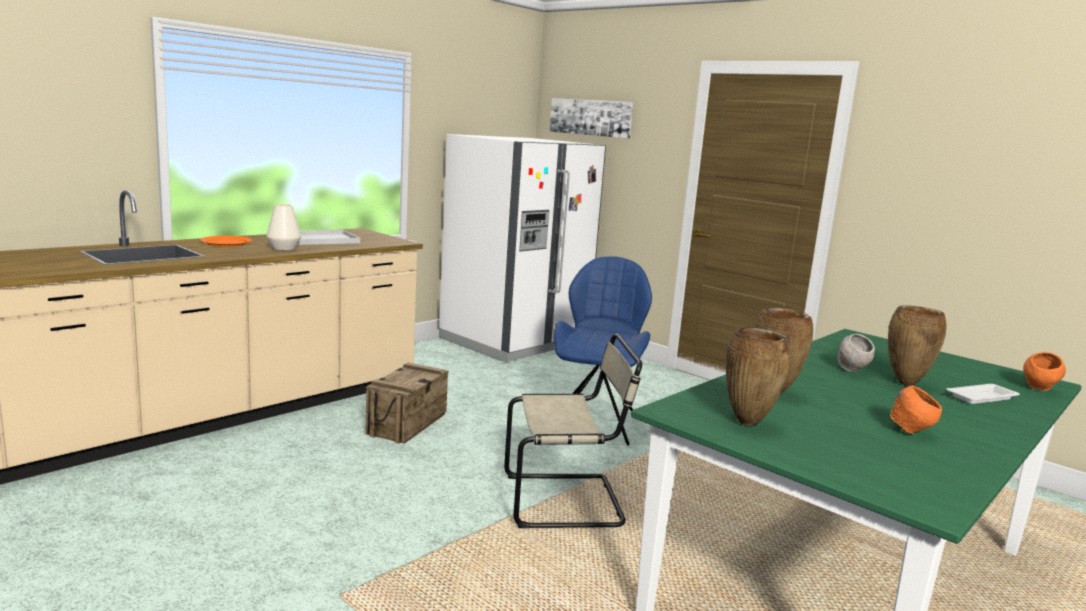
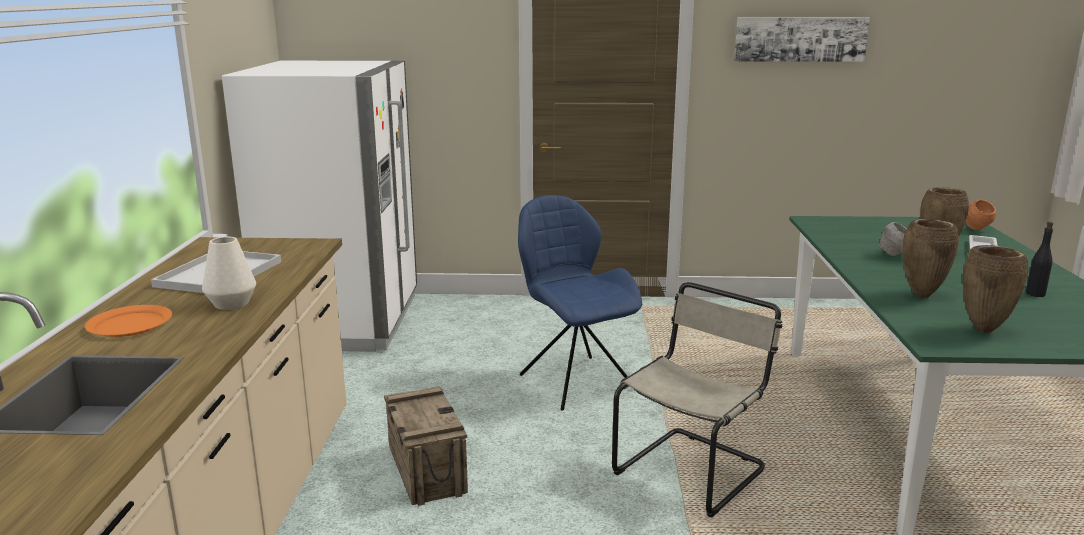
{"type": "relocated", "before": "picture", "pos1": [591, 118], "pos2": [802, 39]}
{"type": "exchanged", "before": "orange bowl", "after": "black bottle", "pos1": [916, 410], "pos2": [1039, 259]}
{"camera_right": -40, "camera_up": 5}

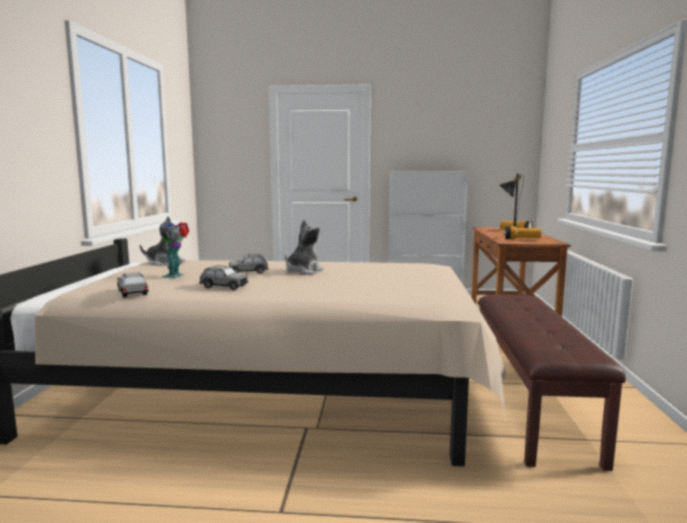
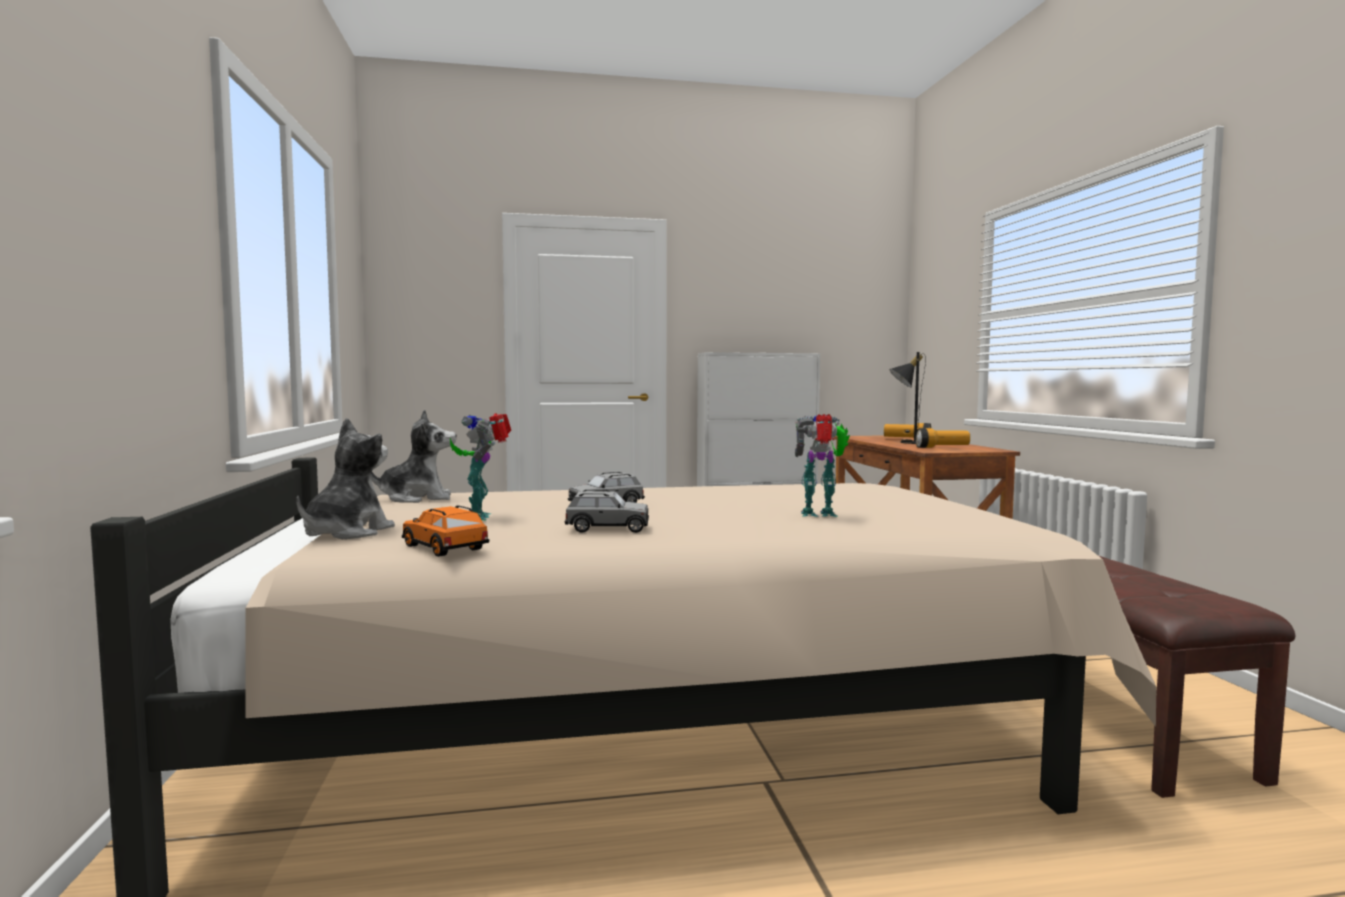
{"type": "colour", "before": "grey toy car", "after": "orange toy car", "pos1": [133, 284], "pos2": [446, 531]}
{"type": "relocated", "before": "plush toy", "pos1": [304, 247], "pos2": [345, 478]}
{"type": "appeared", "after": "toy robot", "pos2": [822, 465]}
{"camera_right": -15, "camera_up": -5}

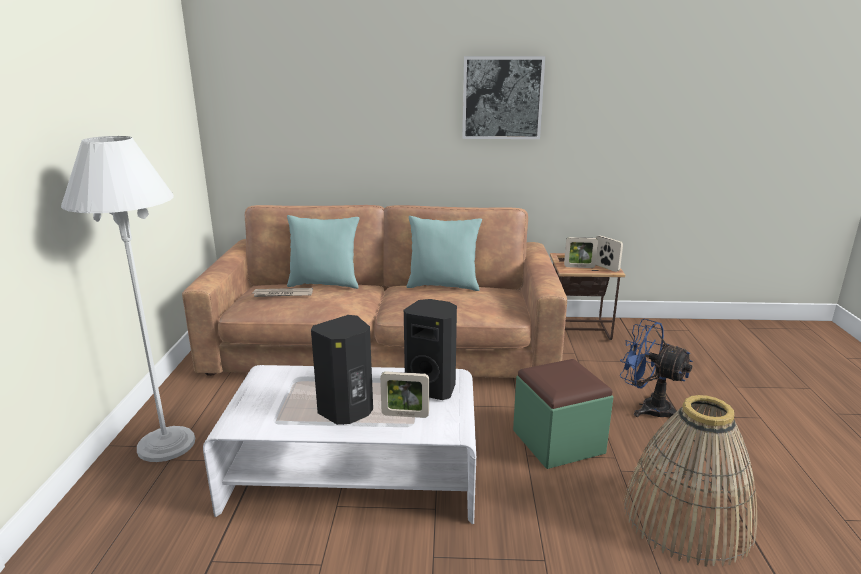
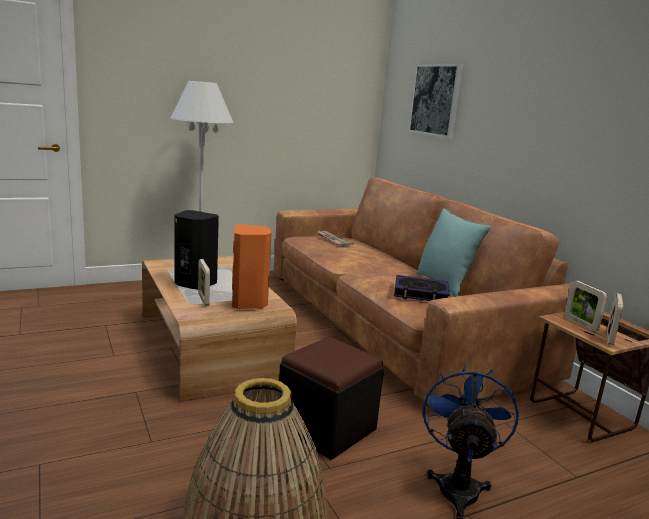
{"type": "colour", "before": "white coffee table", "after": "brown coffee table", "pos1": [339, 444], "pos2": [219, 328]}
{"type": "missing", "before": "turquoise pillow", "pos1": [323, 252]}
{"type": "colour", "before": "black speaker", "after": "orange speaker", "pos1": [430, 349], "pos2": [252, 266]}
{"type": "relocated", "before": "picture", "pos1": [503, 97], "pos2": [435, 101]}
{"type": "colour", "before": "green ottoman", "after": "black ottoman", "pos1": [563, 414], "pos2": [331, 398]}
{"type": "appeared", "after": "book", "pos2": [422, 288]}
{"camera_right": 60, "camera_up": -5}

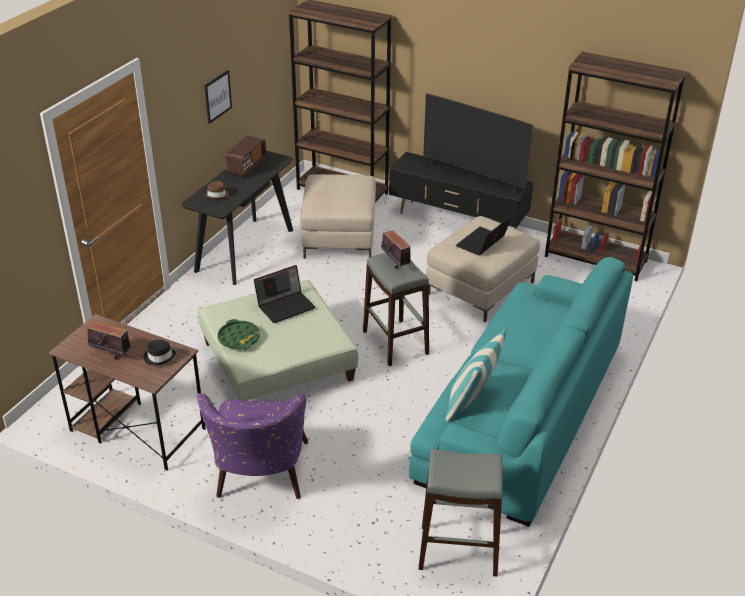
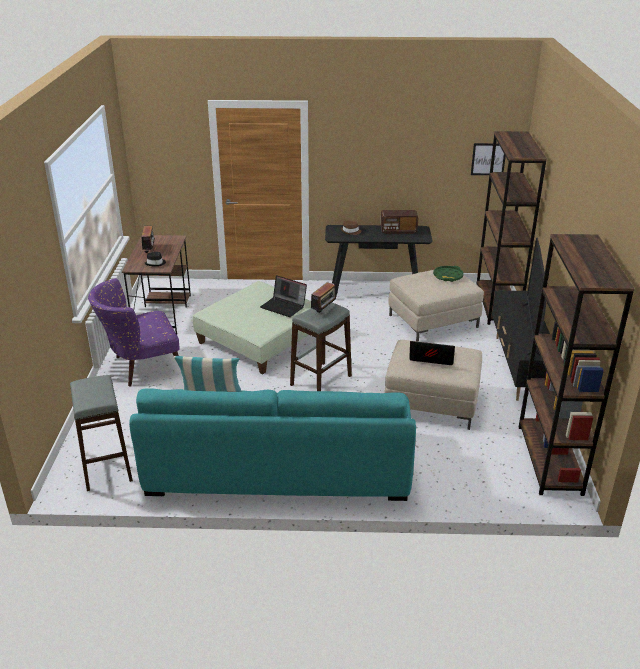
{"type": "relocated", "before": "picture", "pos1": [218, 97], "pos2": [488, 159]}
{"type": "relocated", "before": "green tray", "pos1": [239, 334], "pos2": [448, 274]}
{"camera_right": 65, "camera_up": -5}

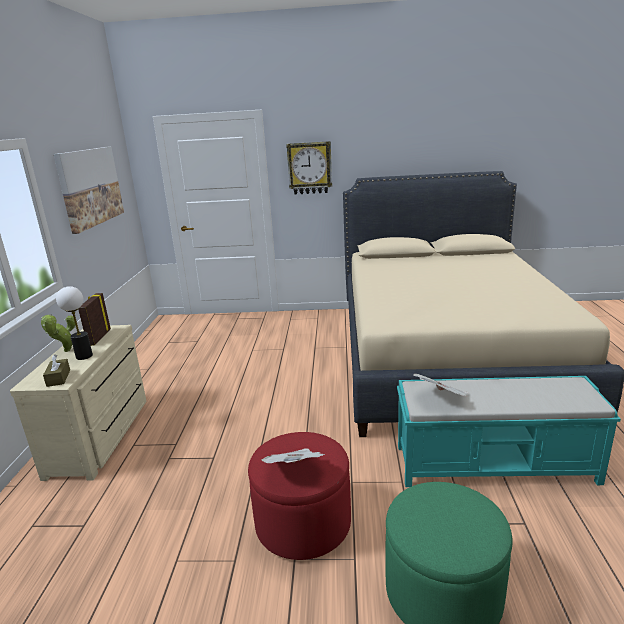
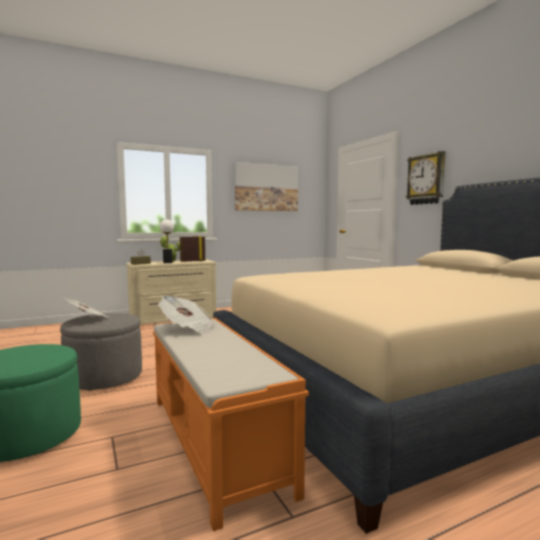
{"type": "colour", "before": "red ottoman", "after": "grey ottoman", "pos1": [299, 496], "pos2": [101, 352]}
{"type": "colour", "before": "turquoise bench", "after": "orange bench", "pos1": [509, 431], "pos2": [231, 424]}
{"camera_right": 60, "camera_up": -15}

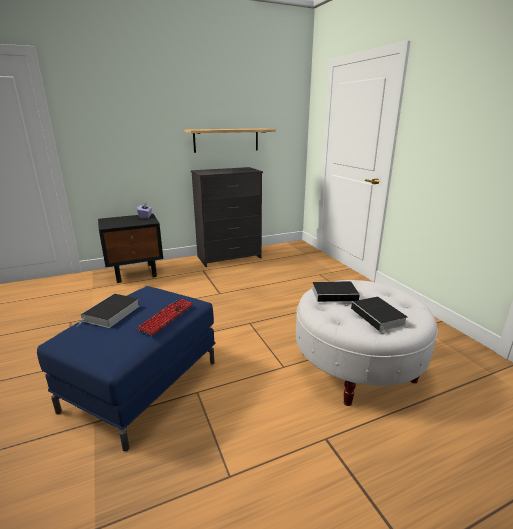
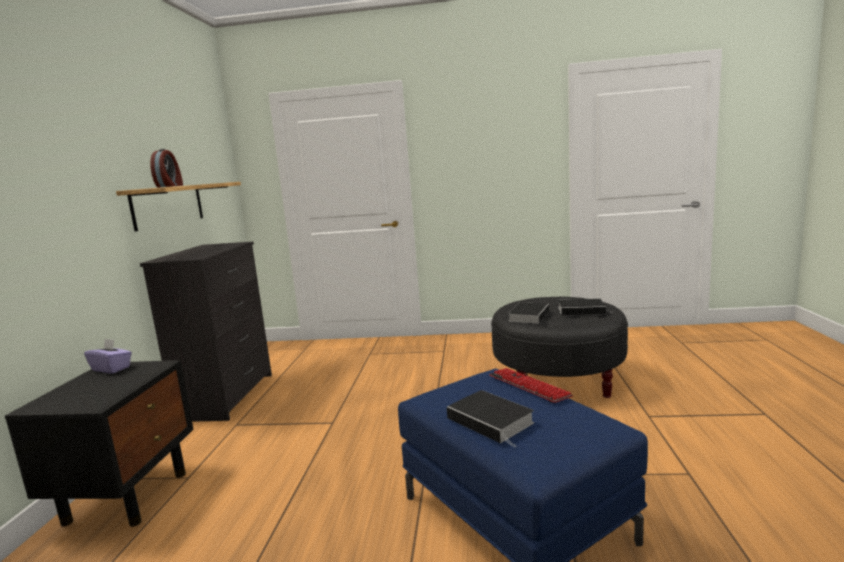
{"type": "colour", "before": "white ottoman", "after": "black ottoman", "pos1": [367, 343], "pos2": [559, 347]}
{"type": "appeared", "after": "alarm clock", "pos2": [166, 168]}
{"camera_right": -60, "camera_up": -10}

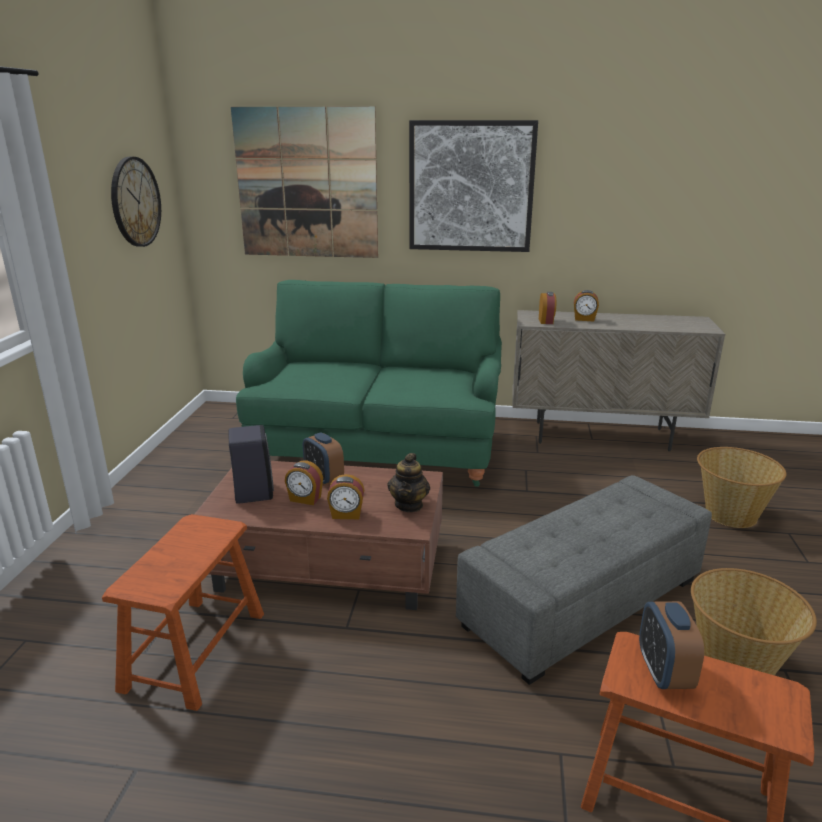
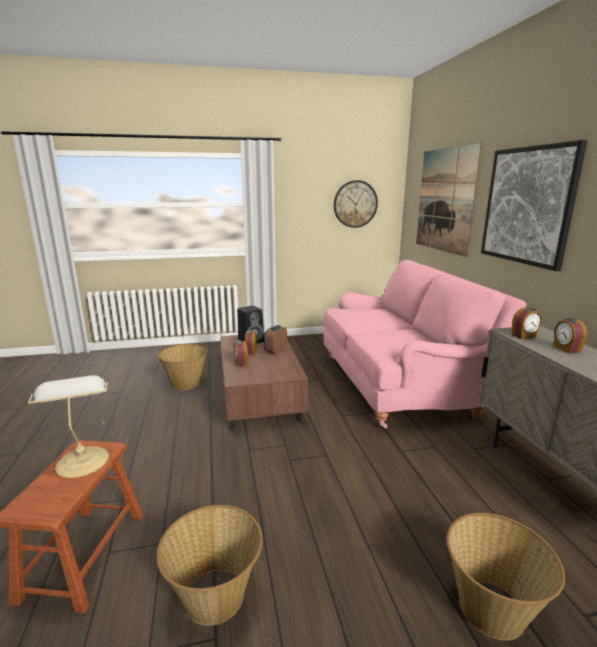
{"type": "exchanged", "before": "brown stool", "after": "basket", "pos1": [183, 612], "pos2": [183, 367]}
{"type": "colour", "before": "green sofa", "after": "pink sofa", "pos1": [369, 383], "pos2": [424, 344]}
{"type": "missing", "before": "teapot", "pos1": [408, 482]}
{"type": "missing", "before": "grey ottoman", "pos1": [584, 580]}
{"type": "exchanged", "before": "alarm clock", "after": "table lamp", "pos1": [671, 645], "pos2": [68, 426]}
{"camera_right": 70, "camera_up": -5}

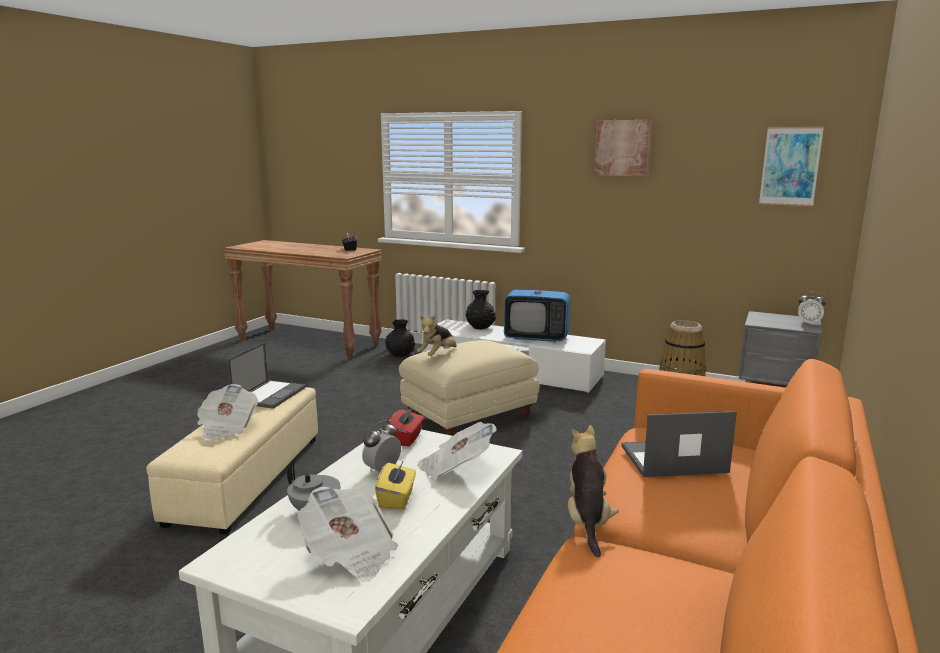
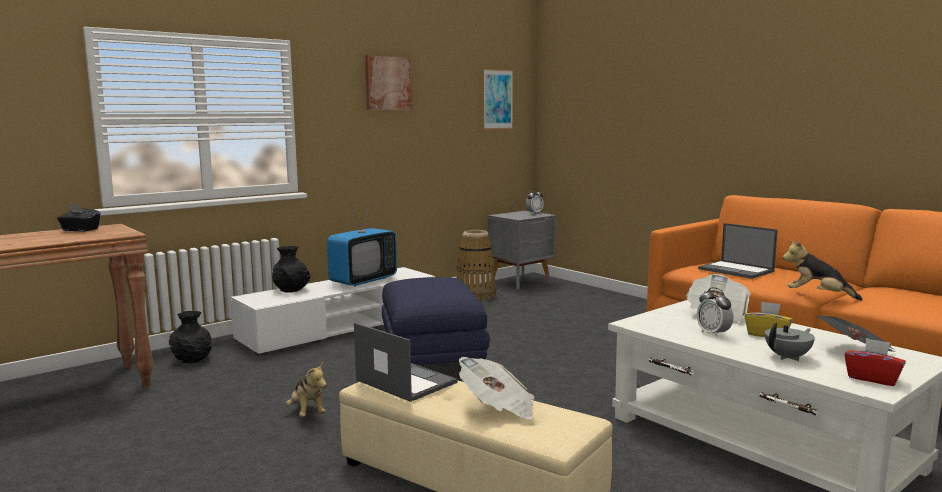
{"type": "relocated", "before": "red tissue box", "pos1": [405, 426], "pos2": [875, 362]}
{"type": "colour", "before": "beige ottoman", "after": "blue ottoman", "pos1": [469, 388], "pos2": [436, 321]}
{"type": "relocated", "before": "plush toy", "pos1": [436, 335], "pos2": [306, 389]}
{"type": "spun", "before": "laptop", "pos1": [679, 444], "pos2": [738, 251], "turn": -60}
{"camera_right": -65, "camera_up": -5}

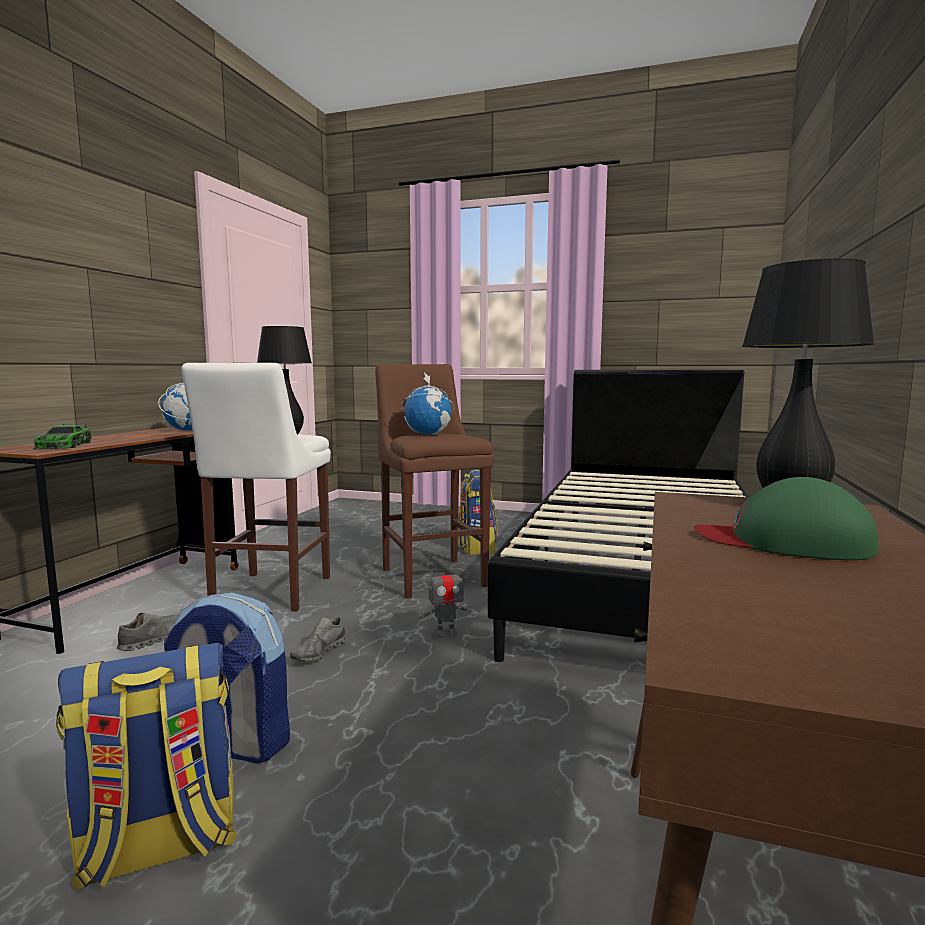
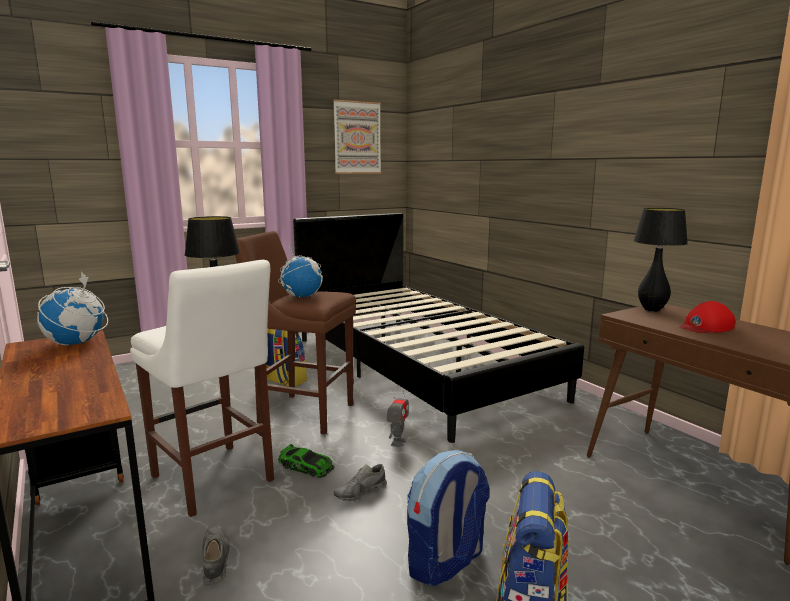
{"type": "relocated", "before": "toy car", "pos1": [62, 436], "pos2": [306, 461]}
{"type": "spun", "before": "grey shoe", "pos1": [318, 639], "pos2": [360, 482], "turn": 75}
{"type": "colour", "before": "green cap", "after": "red cap", "pos1": [786, 518], "pos2": [707, 317]}
{"type": "appeared", "after": "picture", "pos2": [357, 137]}
{"camera_right": -50, "camera_up": 5}

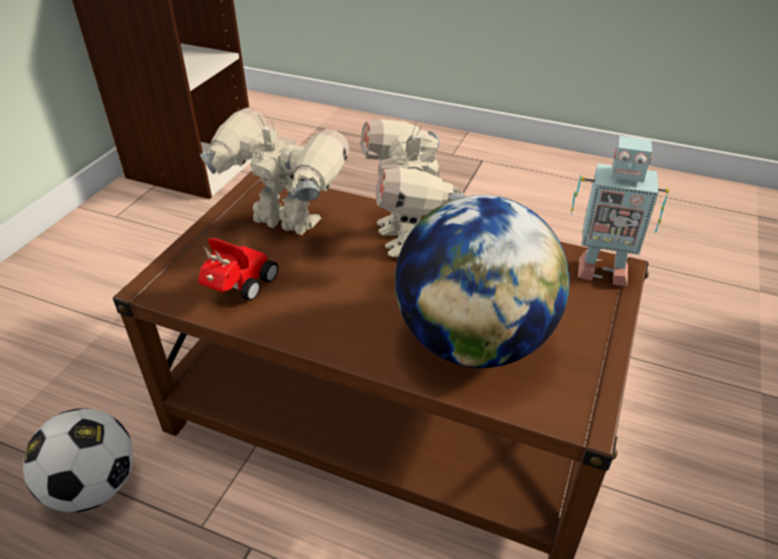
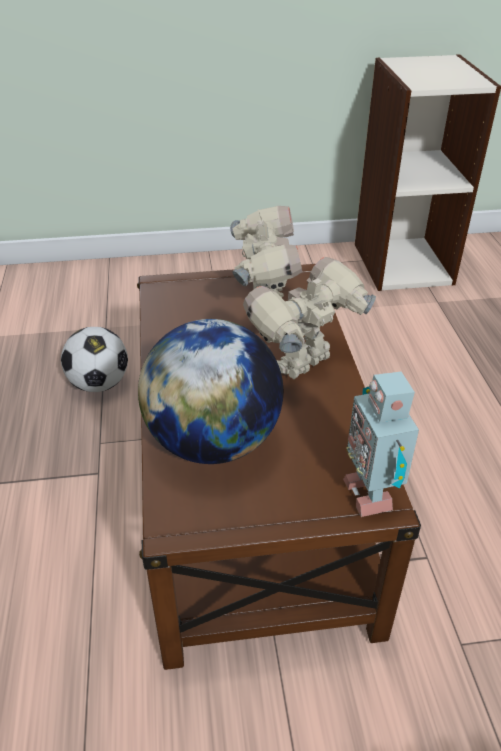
{"type": "missing", "before": "toy car", "pos1": [238, 269]}
{"camera_right": 60, "camera_up": 0}

